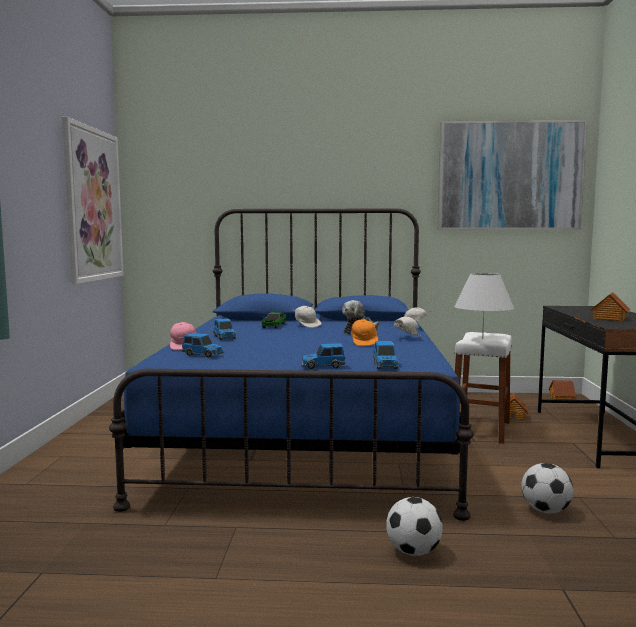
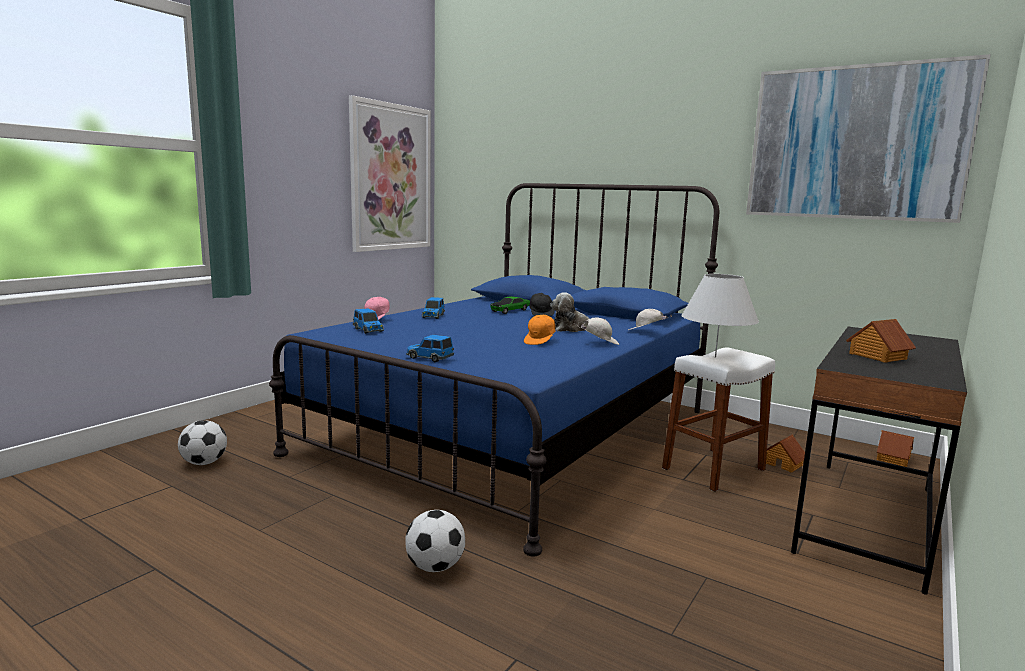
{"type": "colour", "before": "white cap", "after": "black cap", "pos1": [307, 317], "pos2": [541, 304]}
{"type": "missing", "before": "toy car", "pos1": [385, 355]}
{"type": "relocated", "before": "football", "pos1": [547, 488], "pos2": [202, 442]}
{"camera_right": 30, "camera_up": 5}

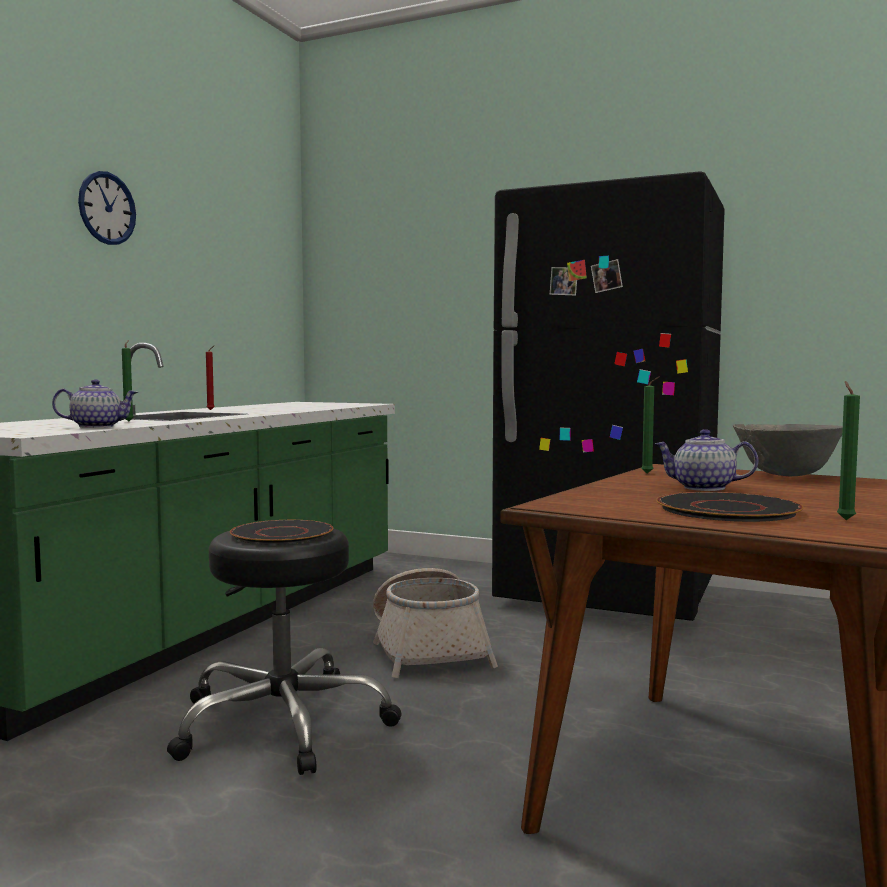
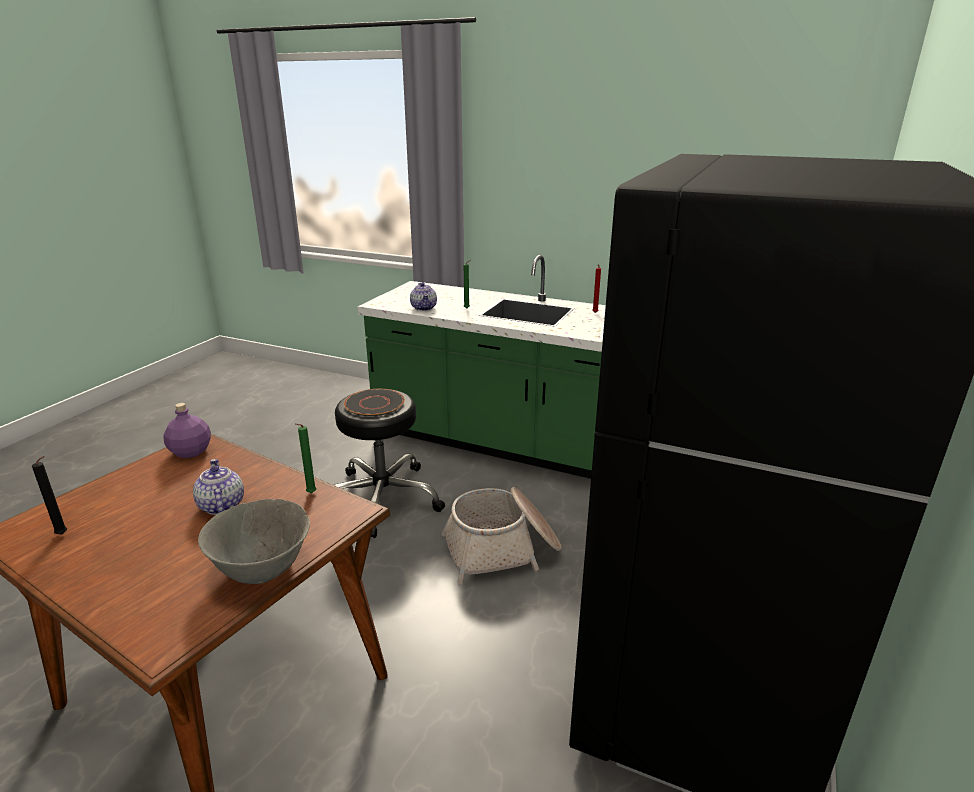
{"type": "missing", "before": "wall clock", "pos1": [107, 208]}
{"type": "spun", "before": "teapot", "pos1": [706, 460], "pos2": [218, 487], "turn": -45}
{"type": "missing", "before": "black plate", "pos1": [730, 507]}
{"type": "colour", "before": "green candle", "after": "black candle", "pos1": [848, 450], "pos2": [49, 495]}
{"type": "appeared", "after": "purple bottle", "pos2": [187, 430]}
{"camera_right": 90, "camera_up": 20}

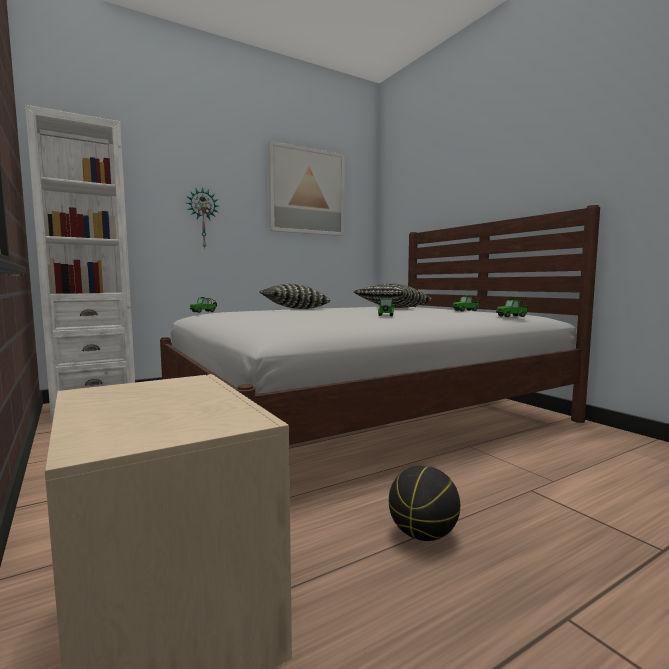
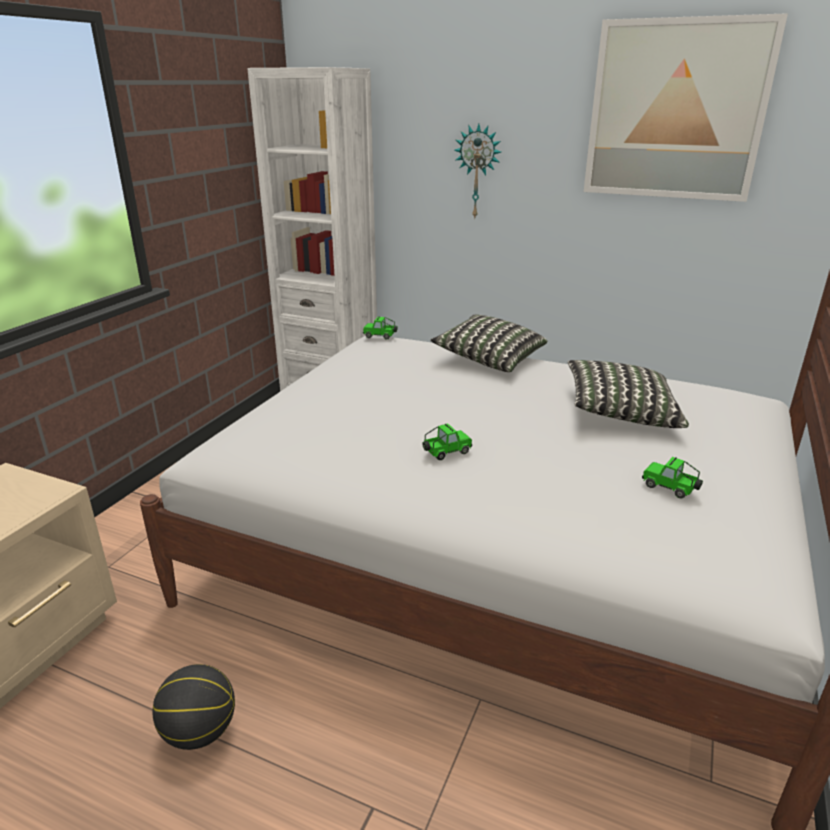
{"type": "missing", "before": "toy car", "pos1": [512, 308]}
{"camera_right": 55, "camera_up": 20}

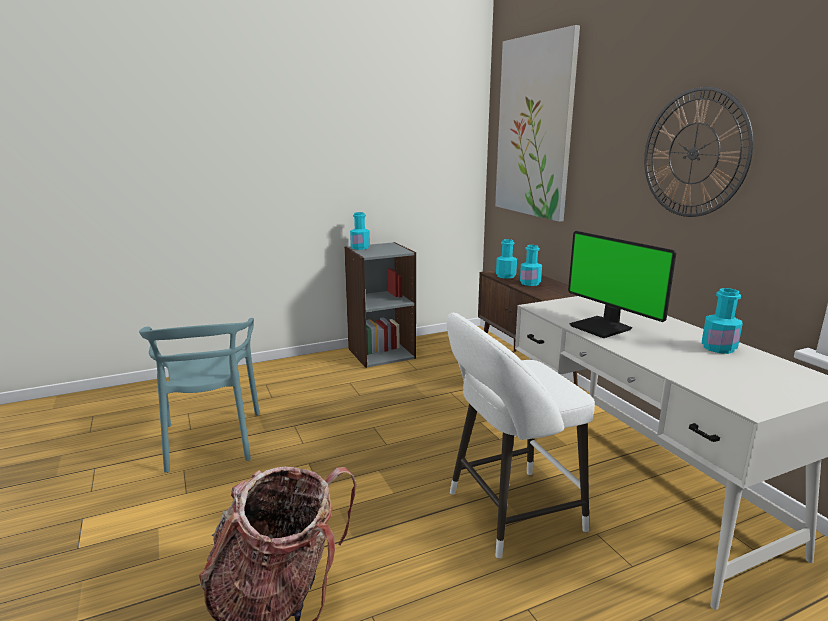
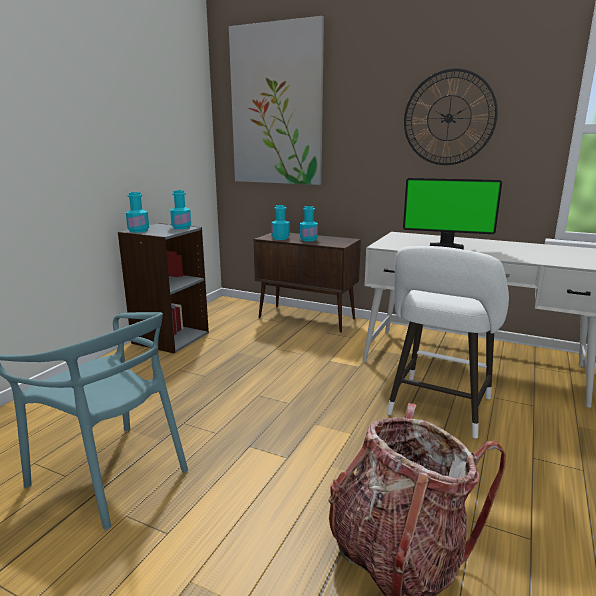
{"type": "relocated", "before": "turquoise bottle", "pos1": [722, 321], "pos2": [180, 209]}
{"camera_right": -40, "camera_up": 0}

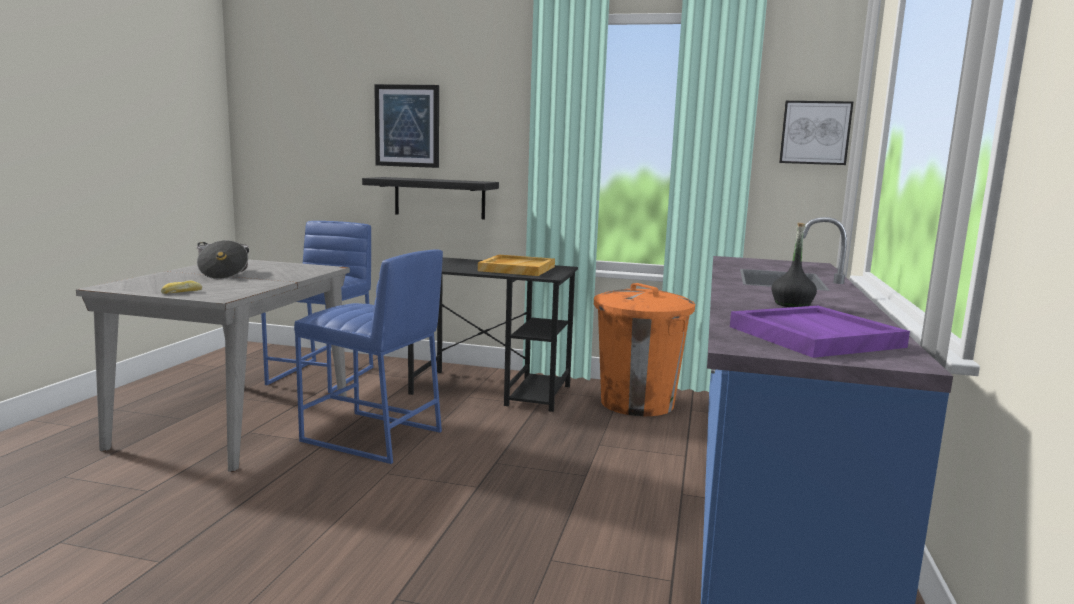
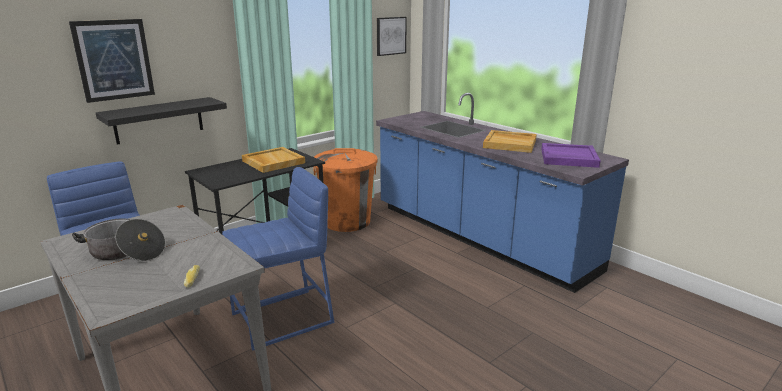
{"type": "exchanged", "before": "black bottle", "after": "beige tray", "pos1": [794, 265], "pos2": [510, 141]}
{"camera_right": -55, "camera_up": 10}

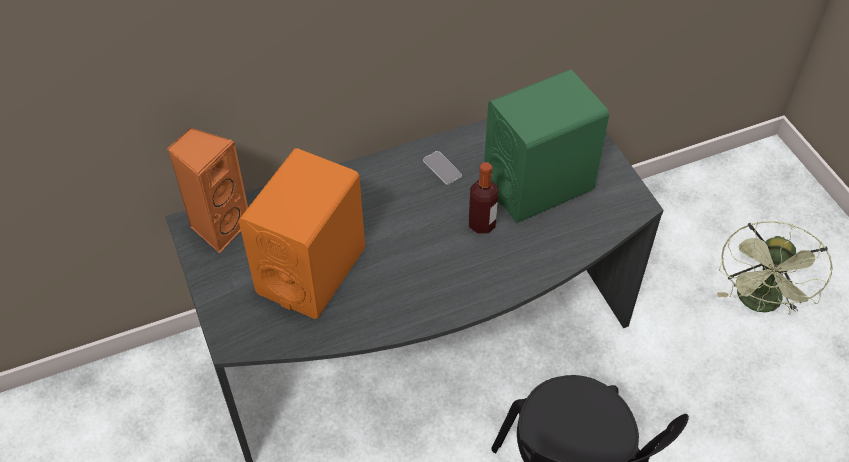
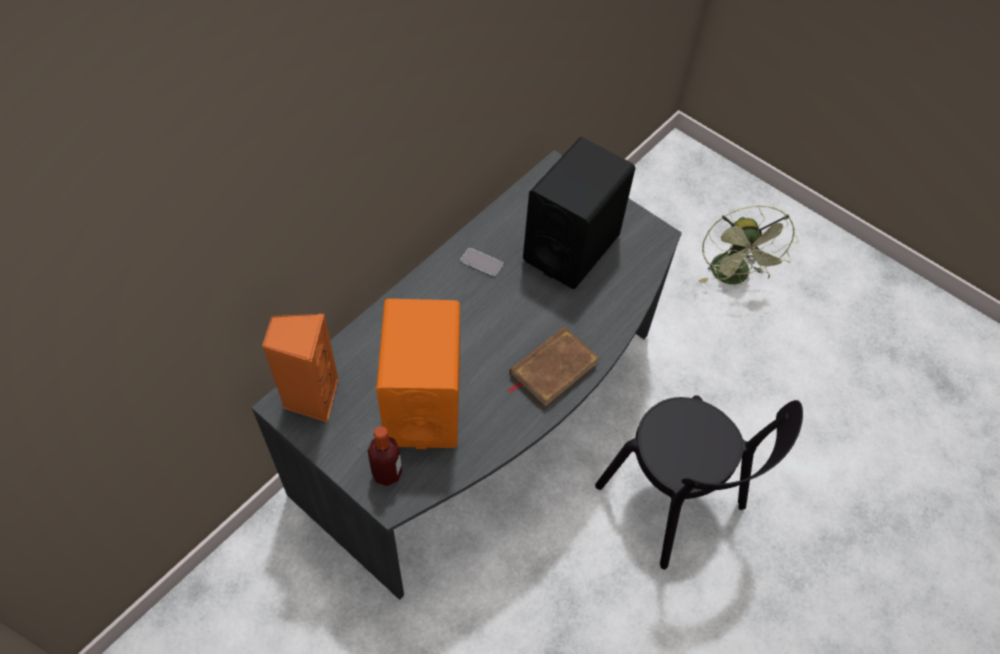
{"type": "relocated", "before": "bottle", "pos1": [483, 198], "pos2": [384, 456]}
{"type": "colour", "before": "green speaker", "after": "black speaker", "pos1": [546, 146], "pos2": [579, 213]}
{"type": "appeared", "after": "brown book", "pos2": [553, 367]}
{"camera_right": -30, "camera_up": 5}

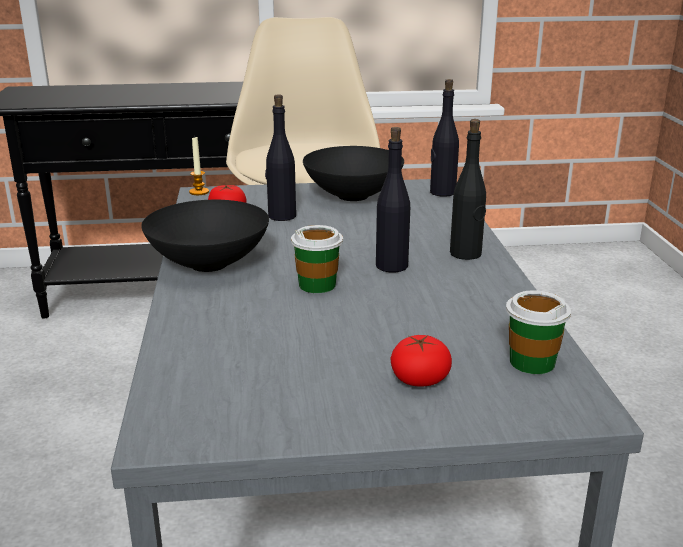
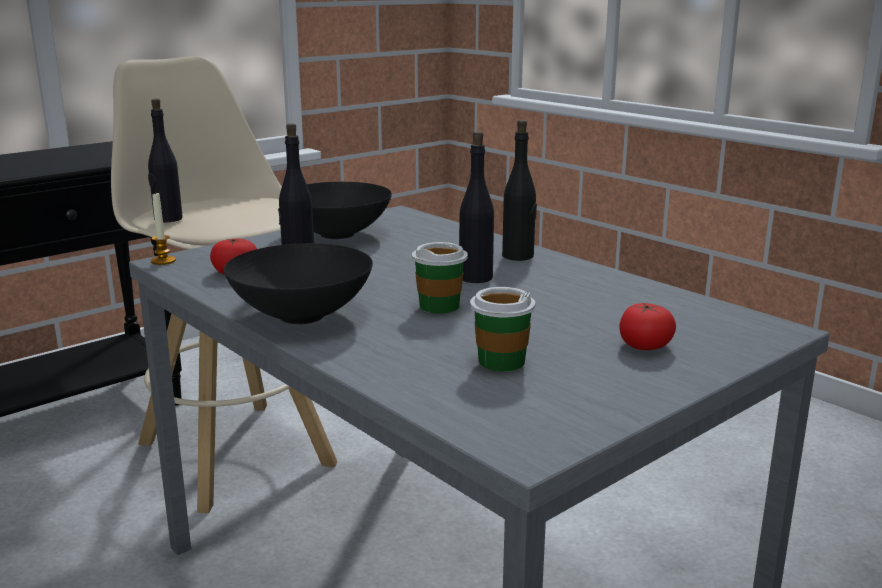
{"type": "relocated", "before": "black bottle", "pos1": [444, 138], "pos2": [165, 161]}
{"type": "relocated", "before": "cup", "pos1": [538, 332], "pos2": [503, 329]}
{"camera_right": -35, "camera_up": -5}

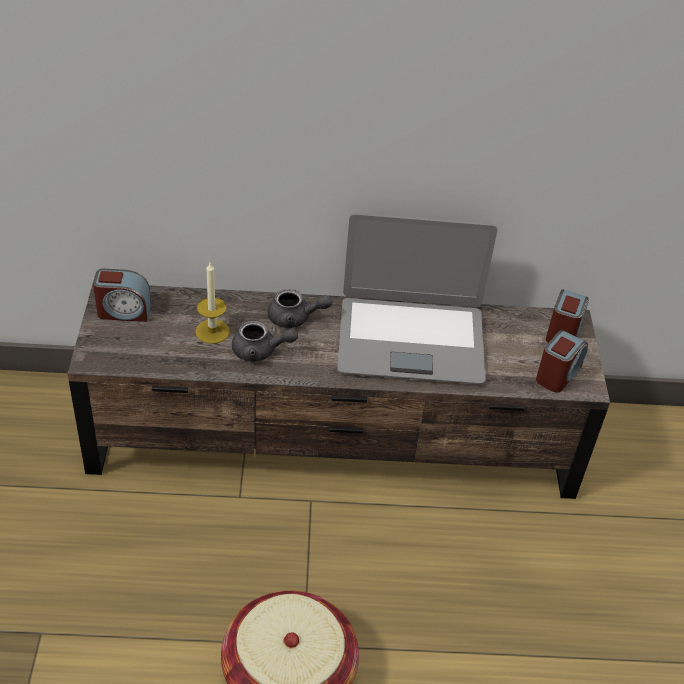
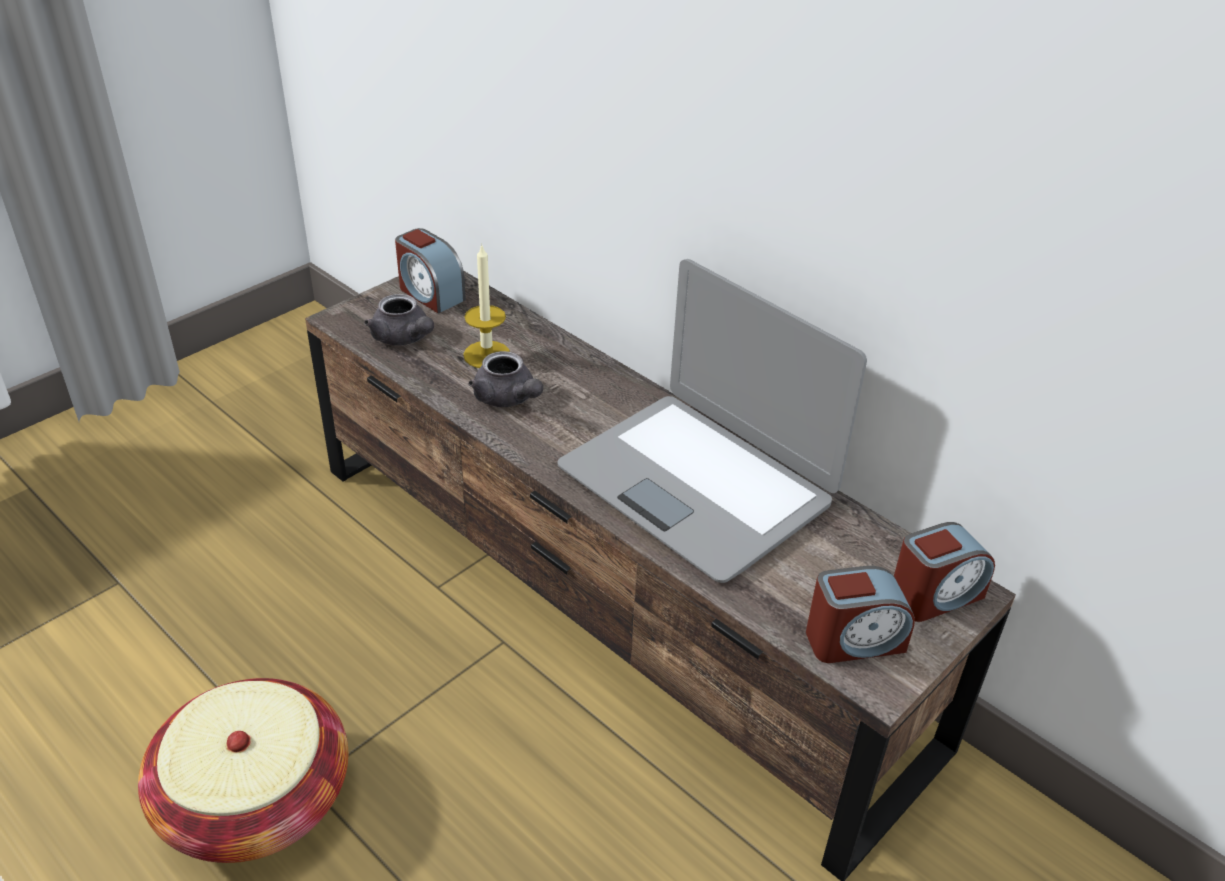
{"type": "relocated", "before": "grey teapot", "pos1": [300, 308], "pos2": [399, 320]}
{"camera_right": 45, "camera_up": -5}

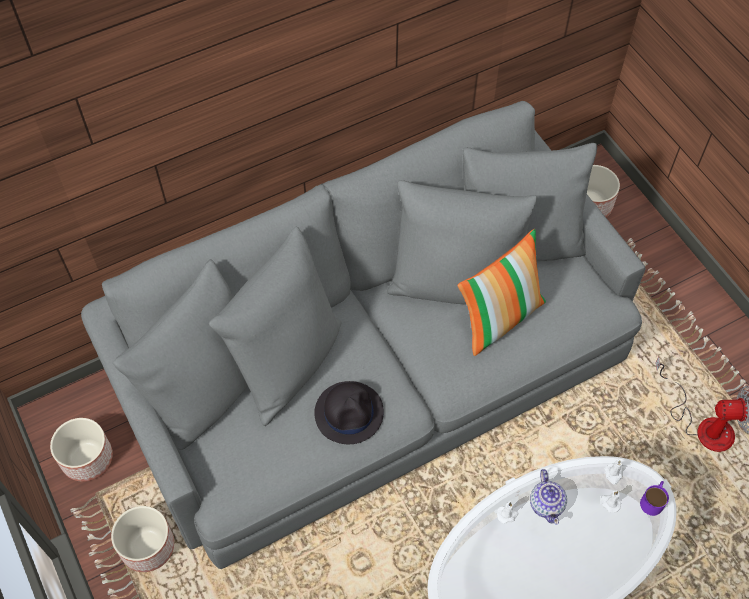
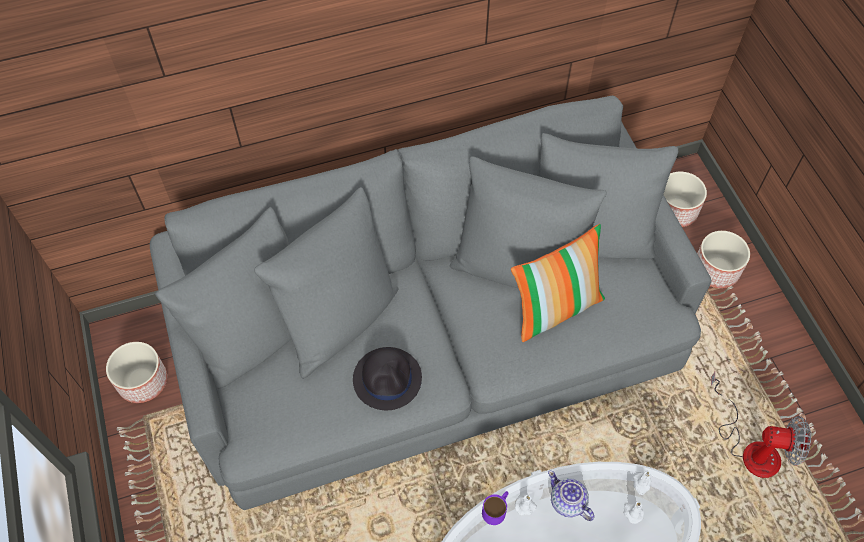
{"type": "relocated", "before": "planter", "pos1": [142, 539], "pos2": [723, 259]}
{"type": "spun", "before": "teapot", "pos1": [548, 497], "pos2": [571, 496], "turn": 135}
{"type": "relocated", "before": "purple mug", "pos1": [654, 498], "pos2": [495, 508]}
{"camera_right": 10, "camera_up": 0}

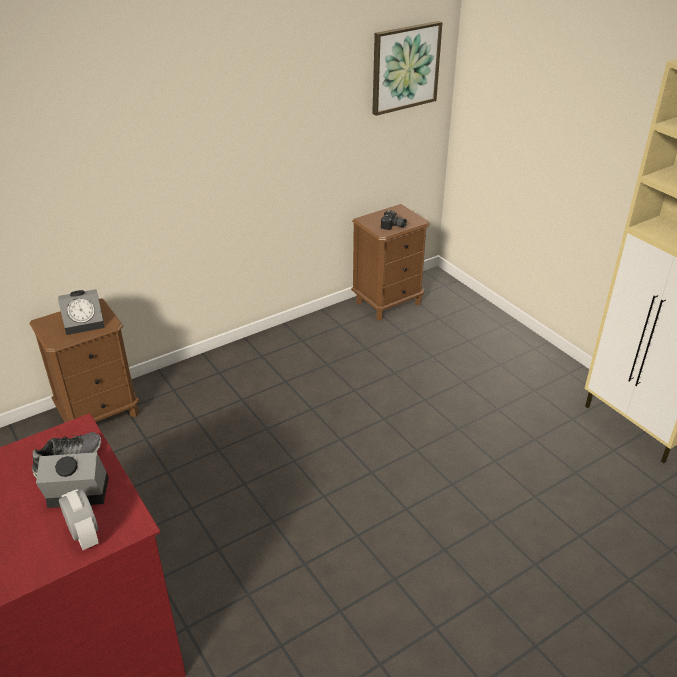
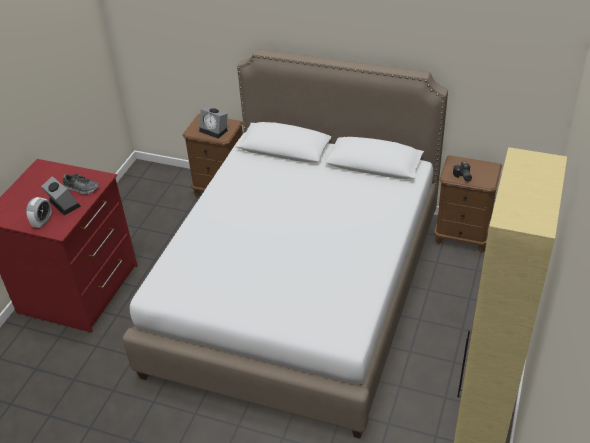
{"type": "missing", "before": "picture", "pos1": [407, 68]}
{"type": "appeared", "after": "white bed", "pos2": [285, 244]}
{"camera_right": 55, "camera_up": 5}

